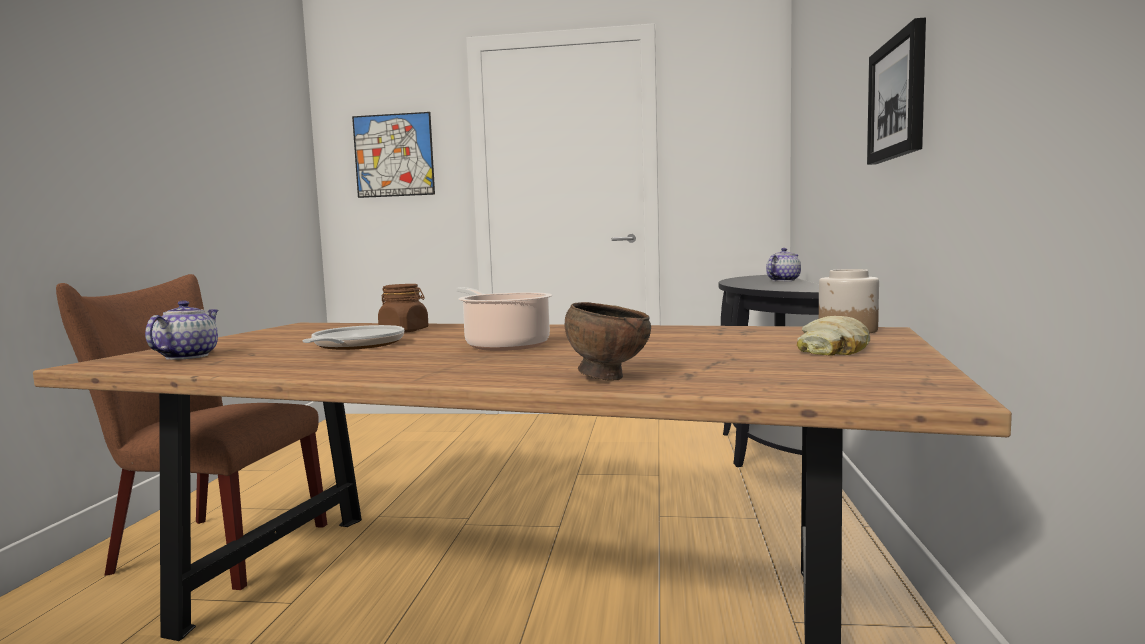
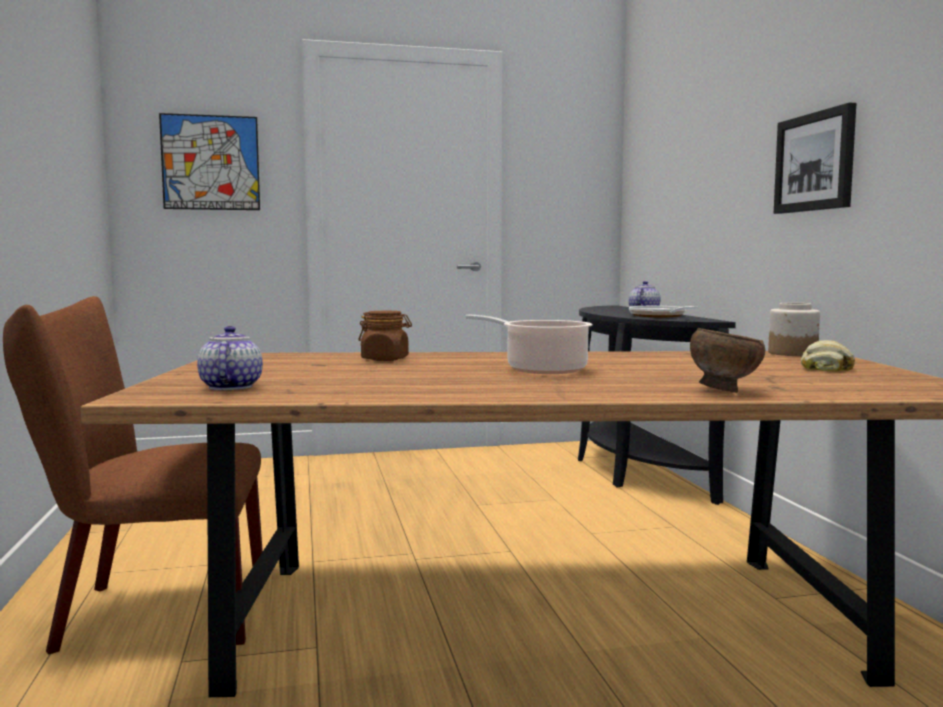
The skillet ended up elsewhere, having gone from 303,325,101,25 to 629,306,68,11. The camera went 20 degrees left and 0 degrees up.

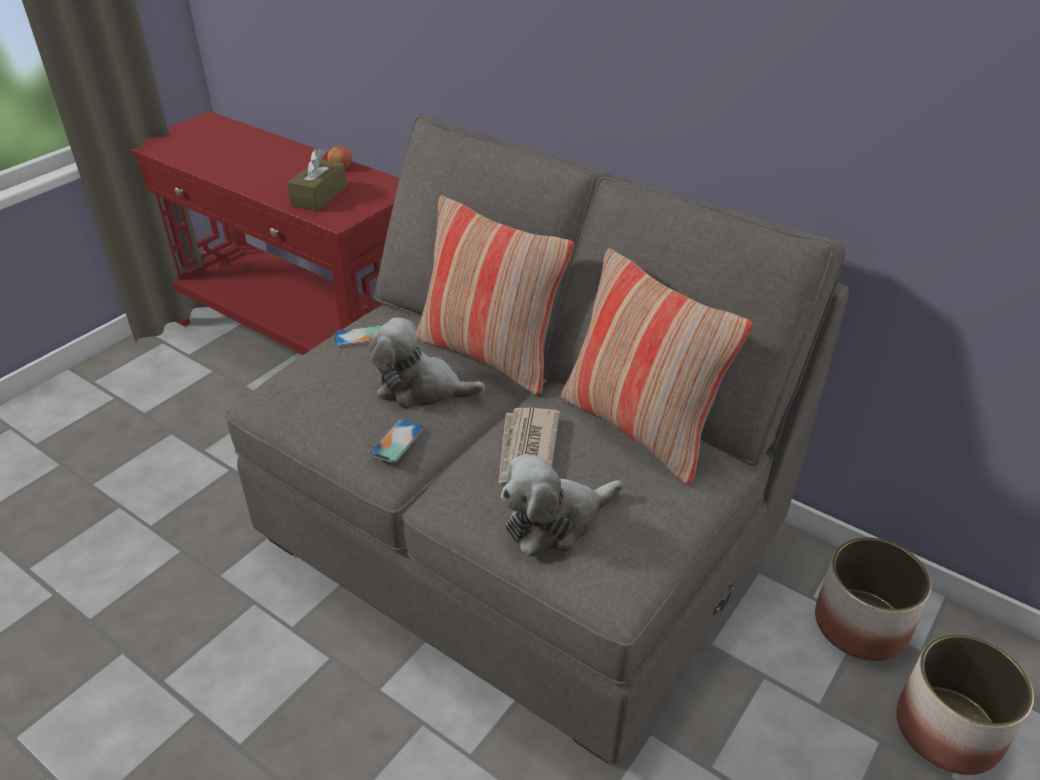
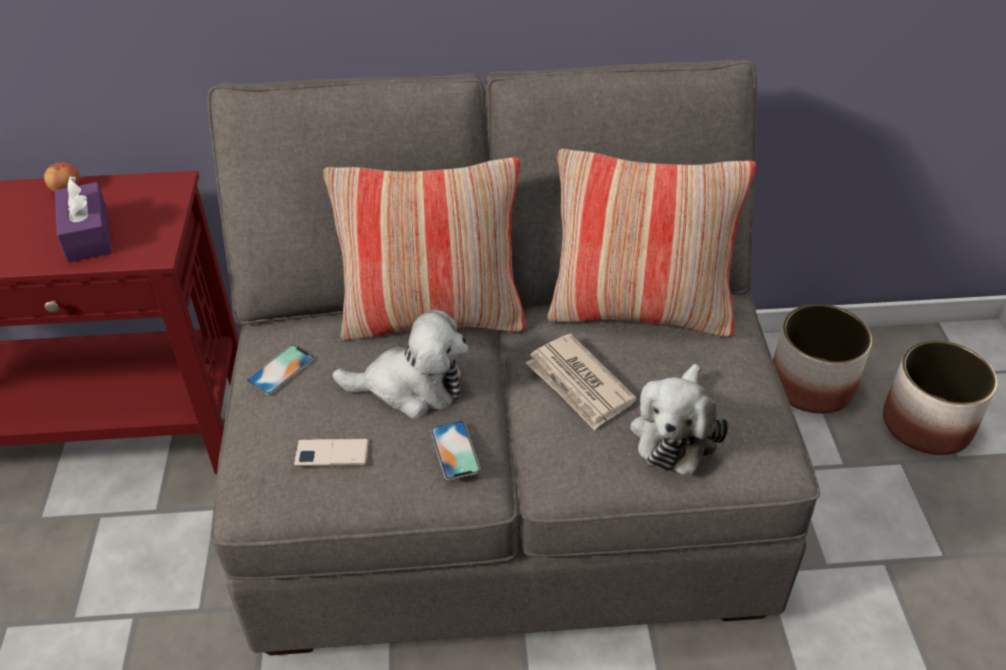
What was the tissue box/brown at 287,149,60,62 turned into the tissue box/purple at 55,176,57,86. The plush toy at 369,317,116,92 ended up facing another way, 150 degrees counterclockwise from before. The second view gained the phone at 294,439,75,28. The camera went 40 degrees left and 5 degrees up.

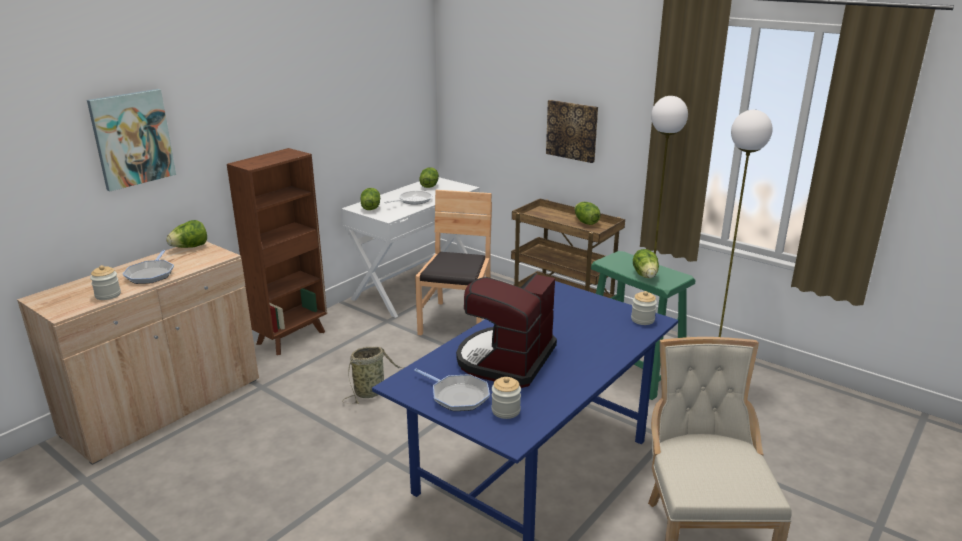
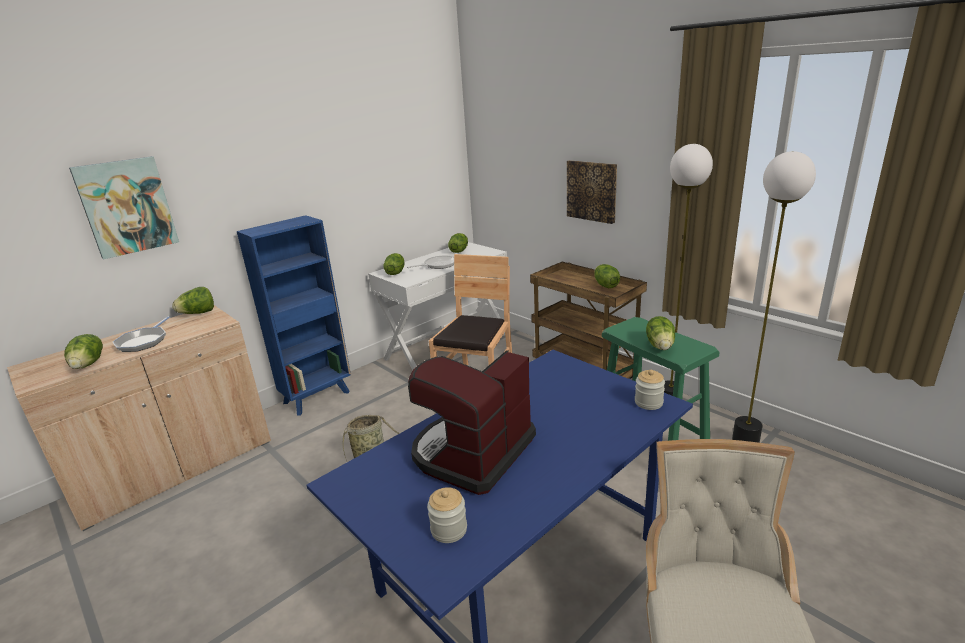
Where the storage jar stood at 90,265,31,35, the lettuce came to stand at 64,334,39,35. What was the bookcase/brown at 227,148,100,207 turned into the bookcase/blue-coloured at 237,215,114,201. The second view lost the skillet at 414,369,76,42. The camera went 10 degrees right and 0 degrees up.

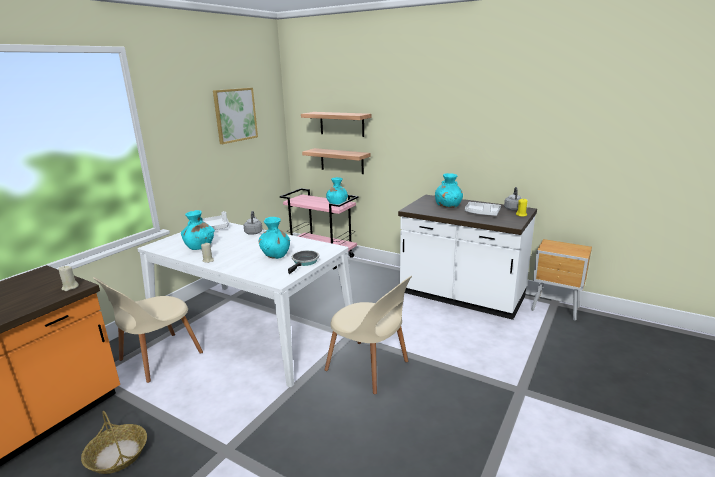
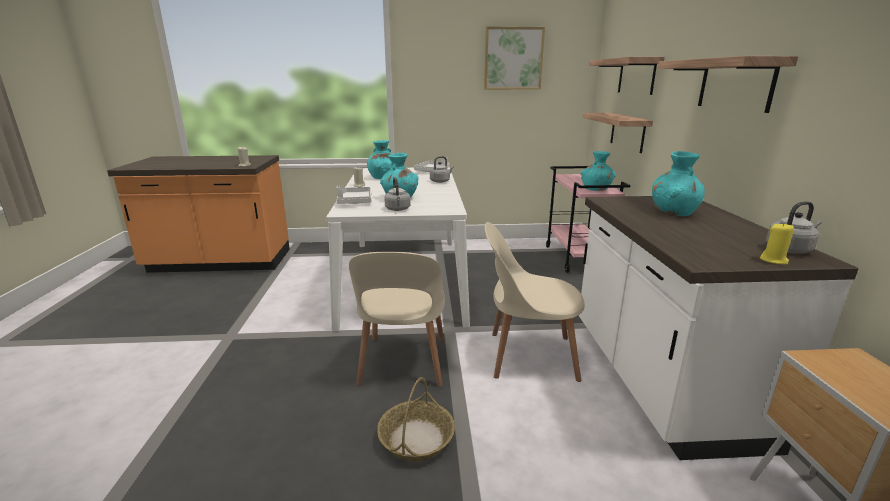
The basket ended up elsewhere, having gone from 81,411,66,63 to 377,377,78,85. The chair/sand-coloured ended up elsewhere, having gone from 93,277,110,106 to 485,222,100,160. Where the skillet stood at 288,250,31,24, the tea kettle/grey came to stand at 384,177,27,34. The serving tray/white ended up elsewhere, having gone from 465,202,36,14 to 336,186,35,18. The second view gained the wall shelf at 658,56,140,57. The camera went 55 degrees right and 0 degrees up.

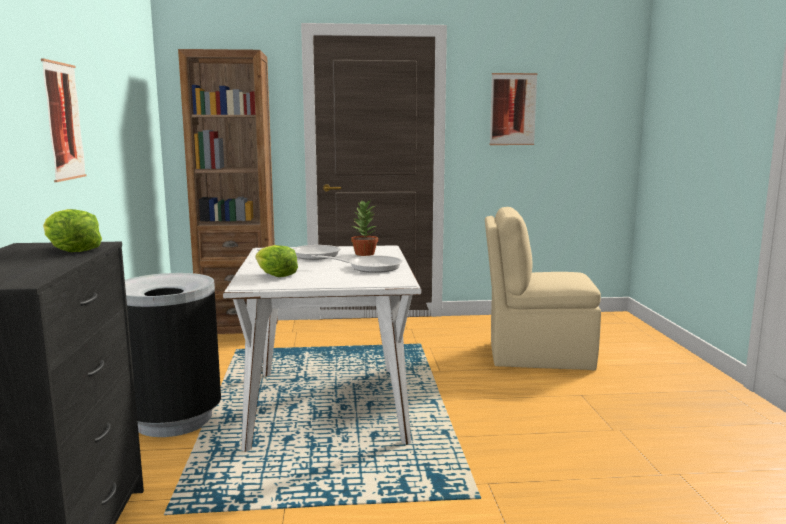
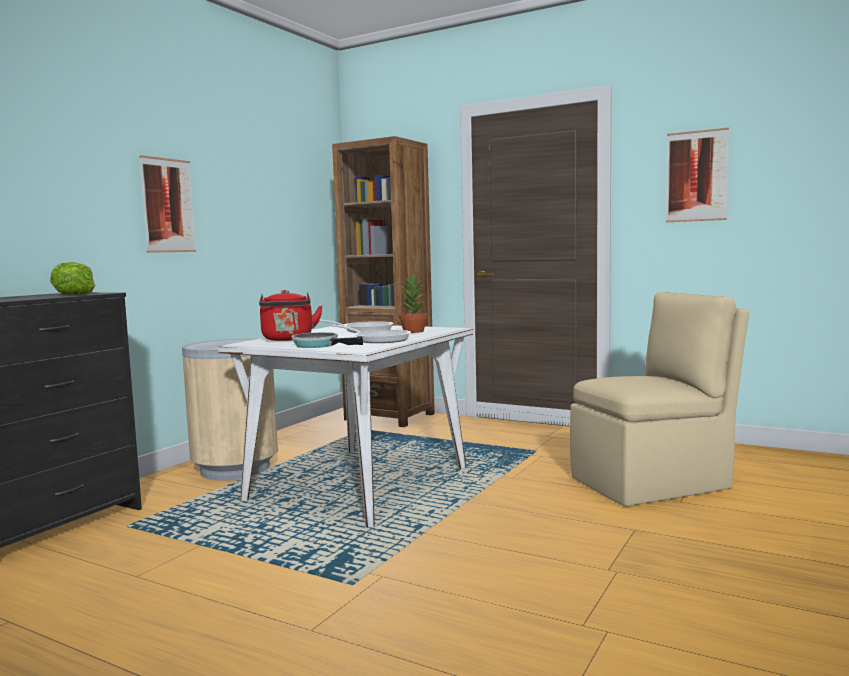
What was the waste bin/black-coloured at 125,273,96,164 turned into the waste bin/sand-coloured at 182,339,96,142. Where the lettuce stood at 255,245,43,32, the tea kettle/reddish came to stand at 259,290,64,51. The chair/sand-coloured at 485,207,116,163 ended up facing another way, 120 degrees clockwise from before. The second view gained the skillet at 292,332,71,16. The camera went 35 degrees right and 5 degrees down.

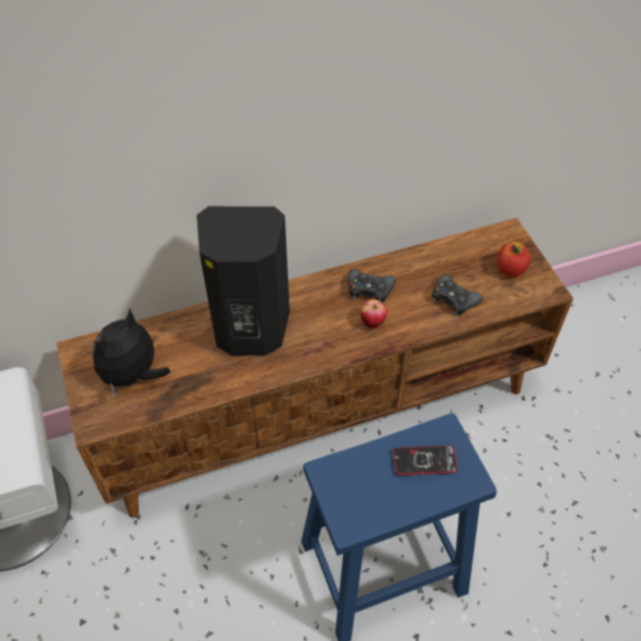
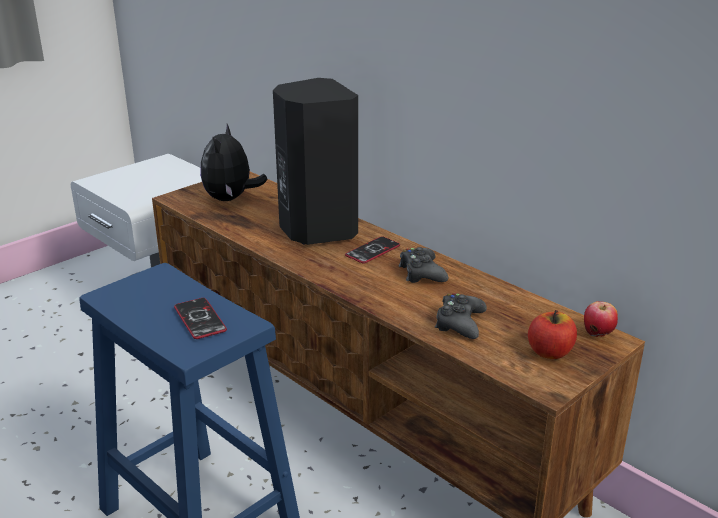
The plush toy at 92,308,78,89 ended up facing another way, 90 degrees counterclockwise from before. The apple ended up elsewhere, having gone from 360,299,27,29 to 584,301,34,36. The second view gained the phone at 345,236,55,28. The camera went 65 degrees right and 25 degrees down.

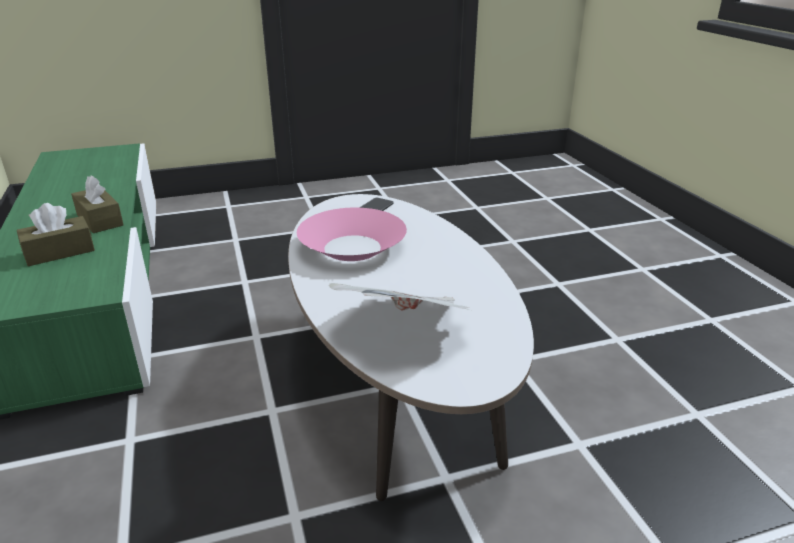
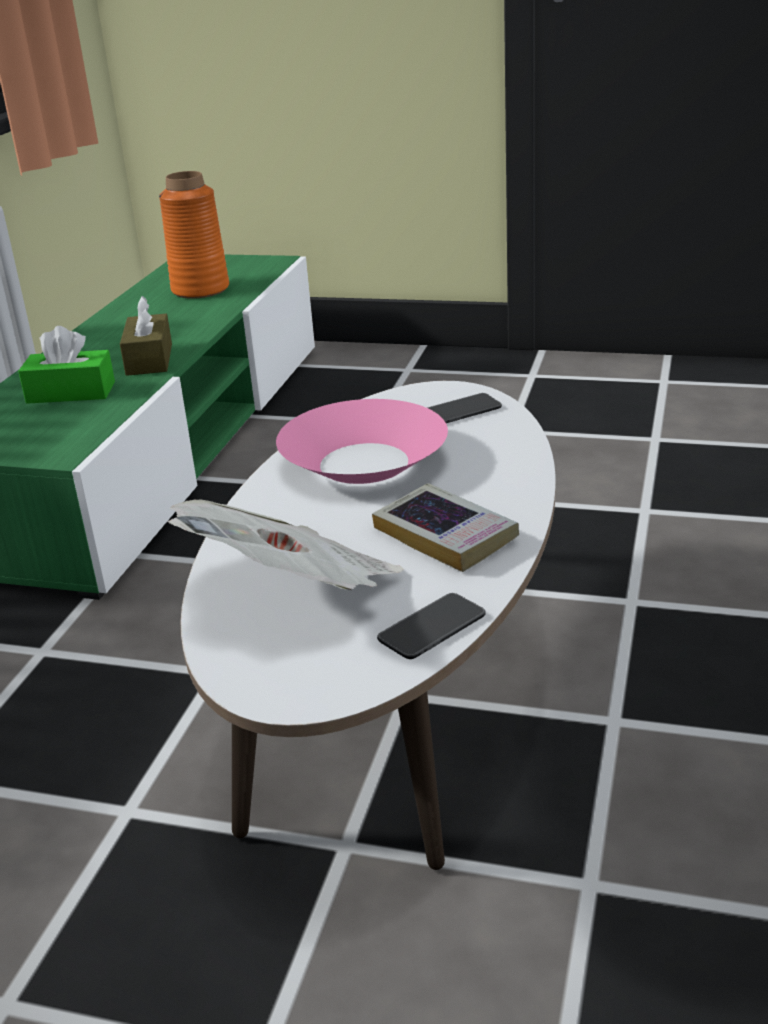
What was the tissue box/brown at 17,203,78,63 turned into the tissue box/greenish at 18,326,97,78. The second view gained the flower vase/orange at 159,171,70,128. The second view gained the volume at 372,483,147,89. The second view gained the phone at 377,593,109,66. The camera went 35 degrees right and 0 degrees up.

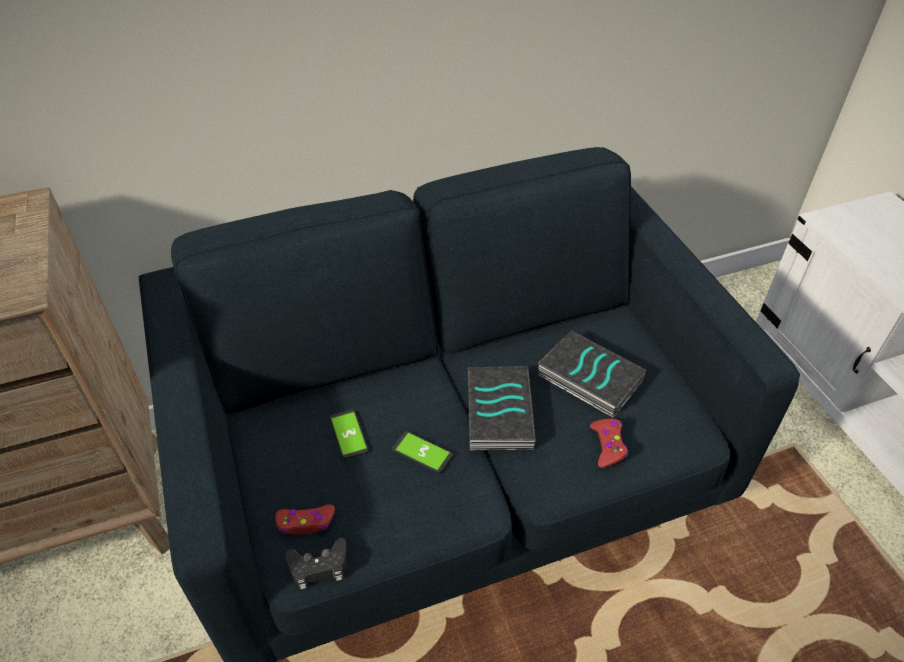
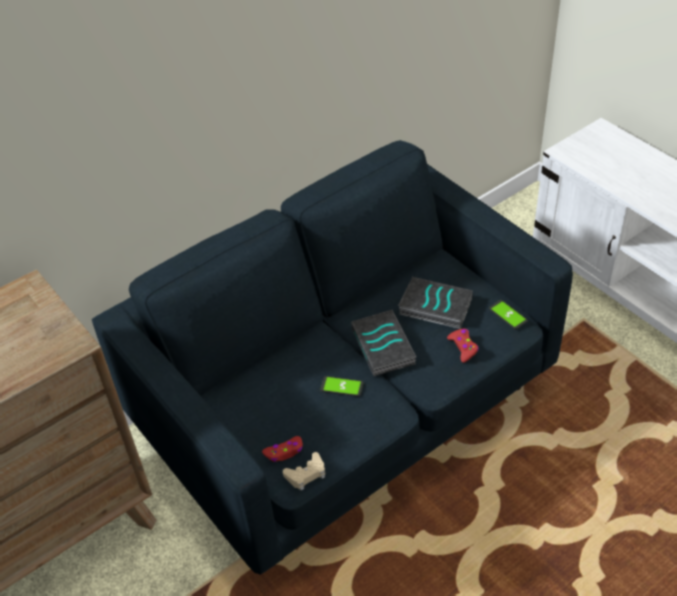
What was the gamepad/black-coloured at 285,538,62,51 turned into the gamepad/sand-coloured at 283,452,42,38. The phone ended up elsewhere, having gone from 329,409,40,50 to 489,300,39,30. The camera went 15 degrees left and 0 degrees up.

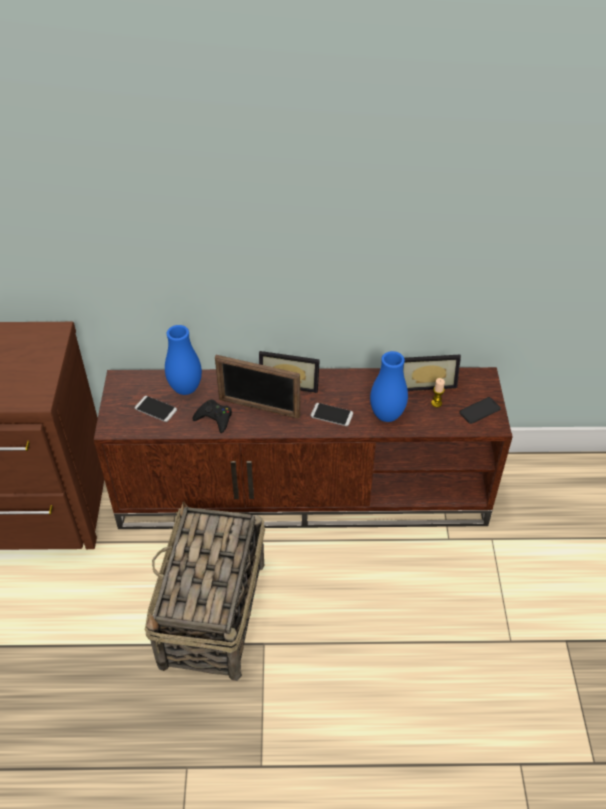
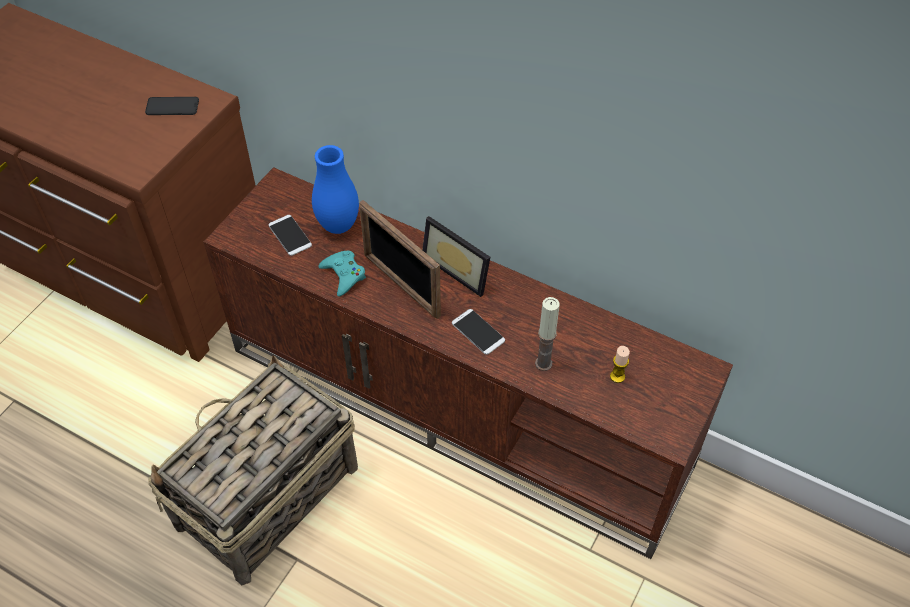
What was the gamepad/black-coloured at 193,400,39,33 turned into the gamepad/blue-green at 318,251,48,46. Where the flower vase/blue-coloured stood at 370,351,38,71, the candle came to stand at 535,297,25,74. The second view lost the standing frame at 403,355,58,36. The phone ended up elsewhere, having gone from 459,397,42,27 to 145,97,54,18. The camera went 30 degrees right and 5 degrees up.

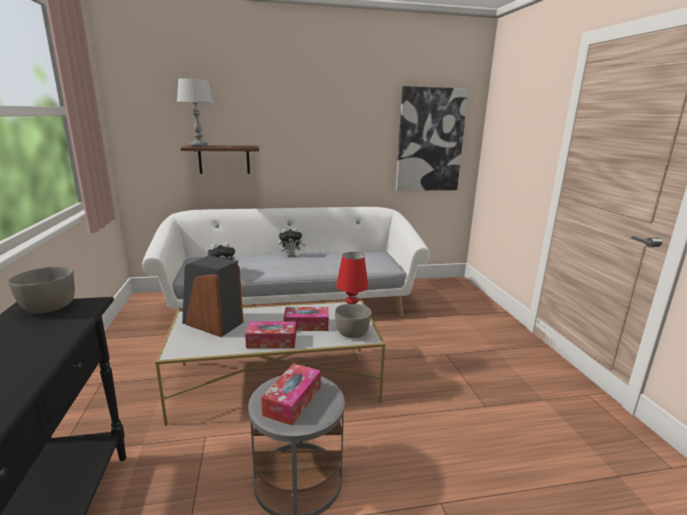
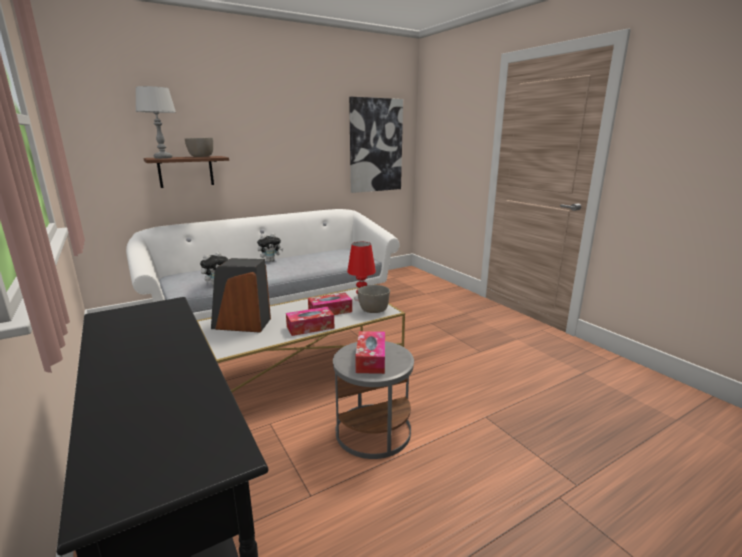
The bowl/grey ended up elsewhere, having gone from 8,266,67,48 to 185,138,28,19. The camera went 20 degrees left and 0 degrees up.

